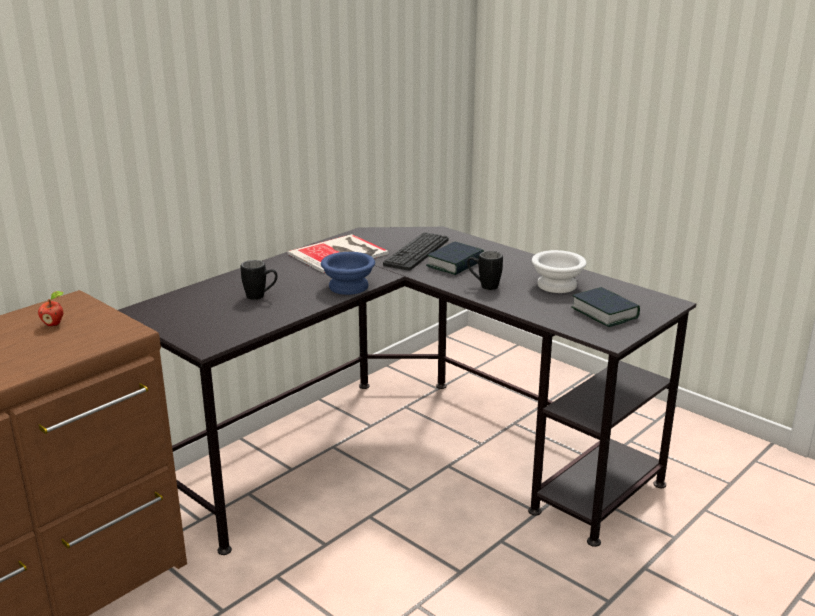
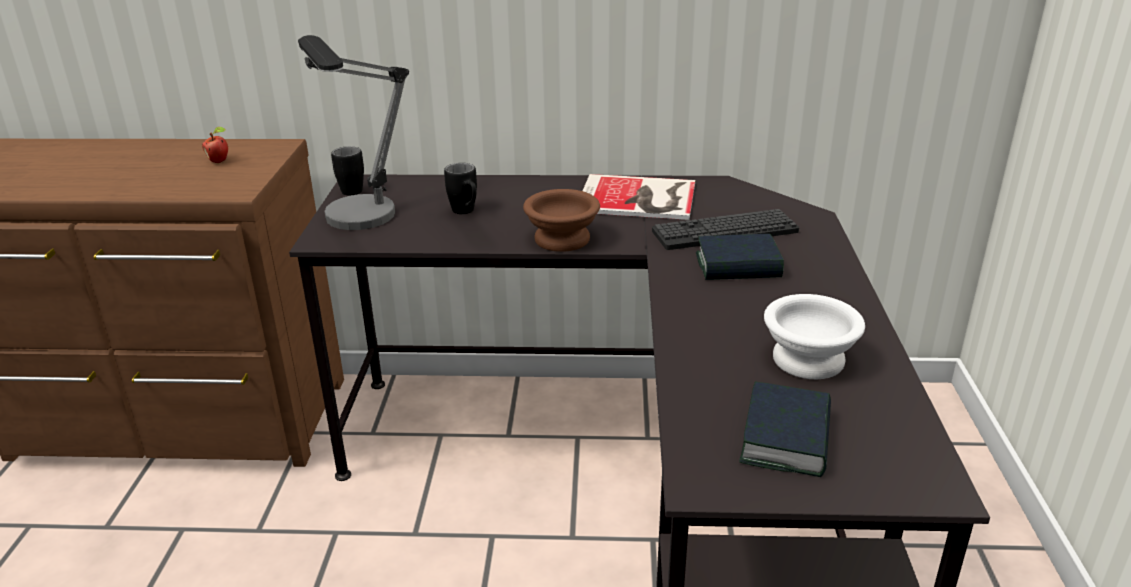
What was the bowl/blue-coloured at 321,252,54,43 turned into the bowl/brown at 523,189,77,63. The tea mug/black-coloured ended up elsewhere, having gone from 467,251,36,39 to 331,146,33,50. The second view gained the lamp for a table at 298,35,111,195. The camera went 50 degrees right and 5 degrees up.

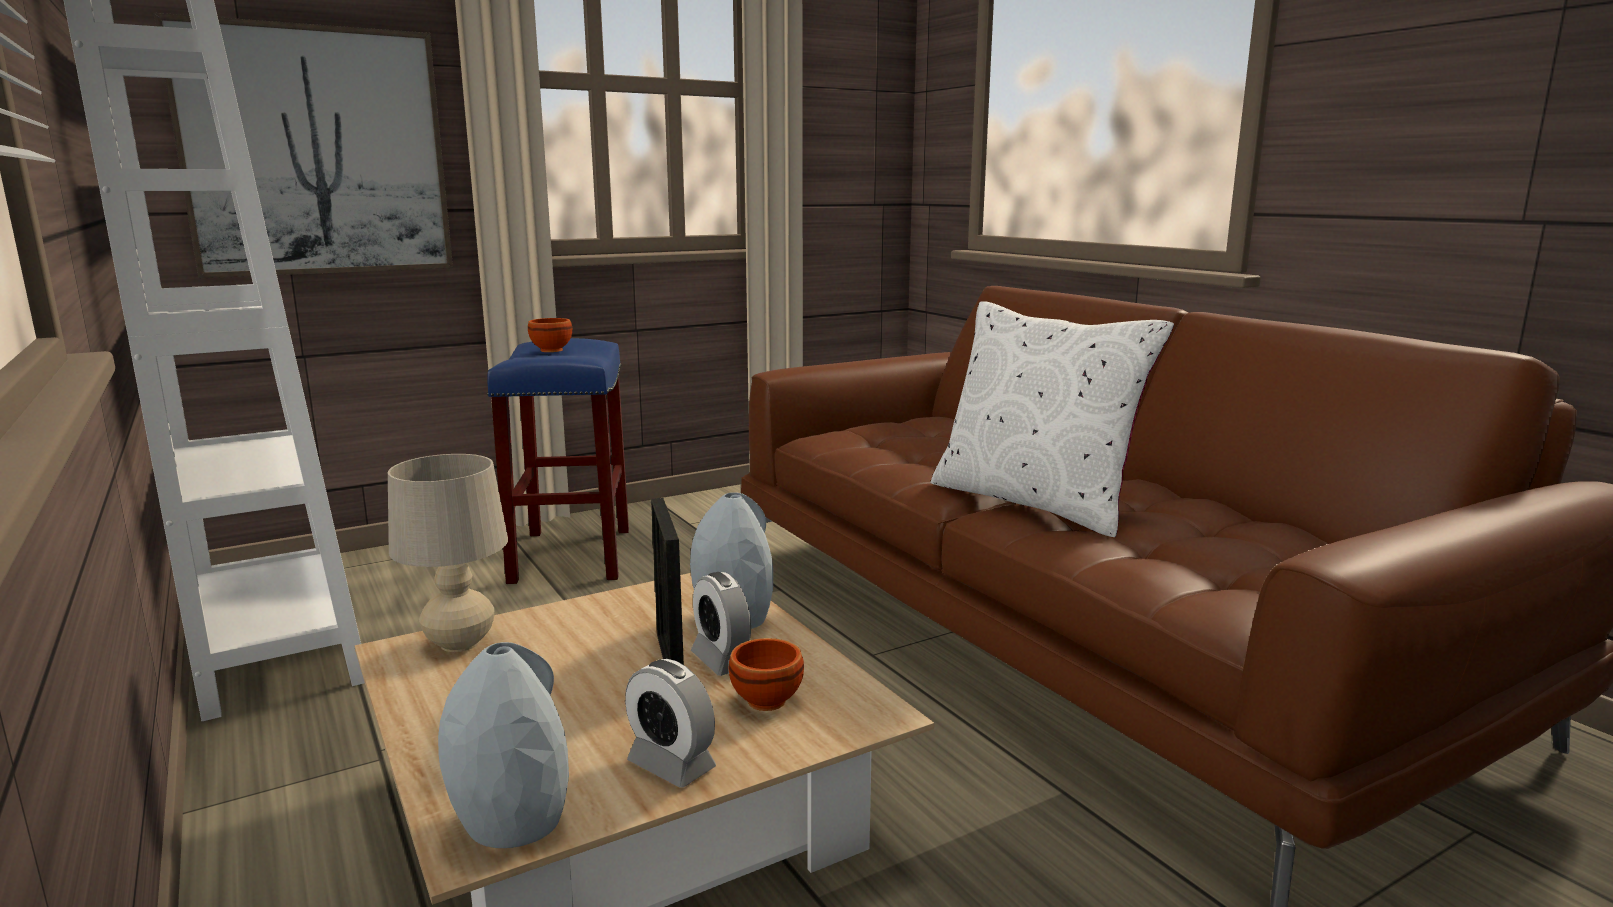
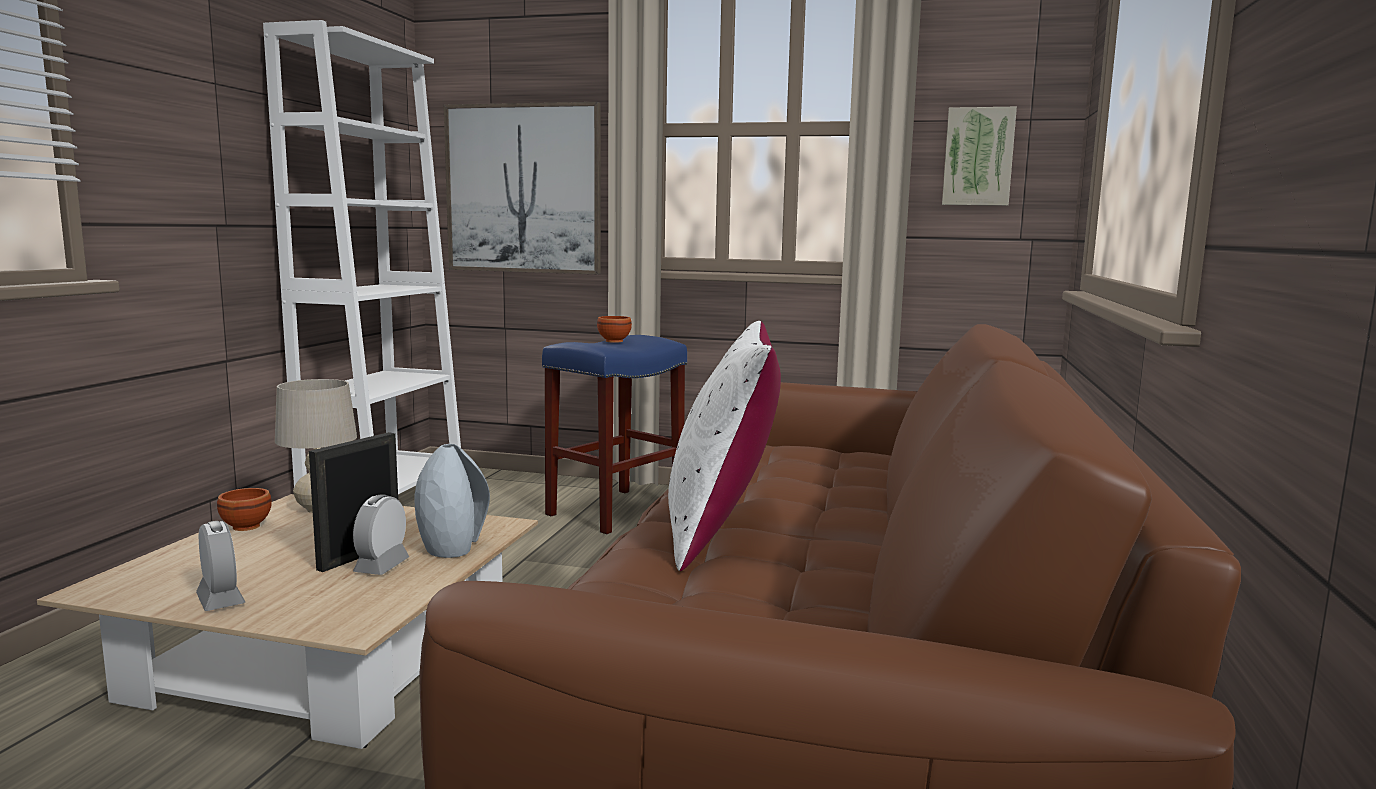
The second view lost the flower vase/grey at 438,642,131,206. The alarm clock at 625,659,91,129 ended up facing another way, 150 degrees clockwise from before. The bowl/brown ended up elsewhere, having gone from 728,638,76,73 to 217,488,55,43. The second view gained the wall picture at 942,107,75,99. The camera went 45 degrees right and 5 degrees down.

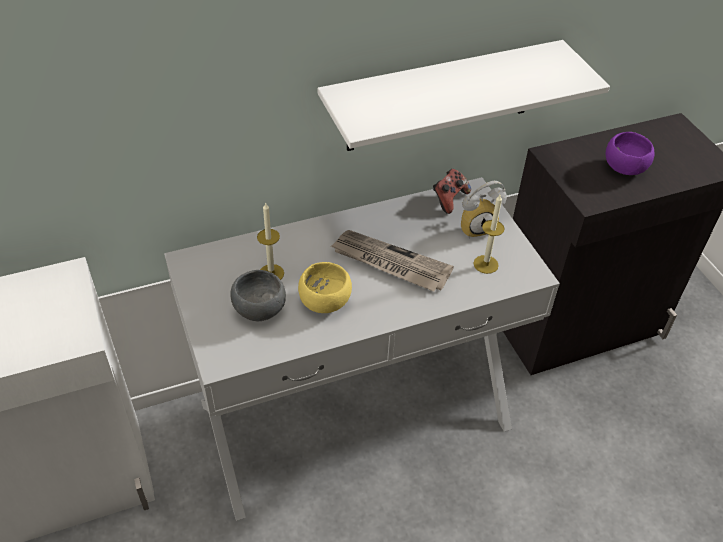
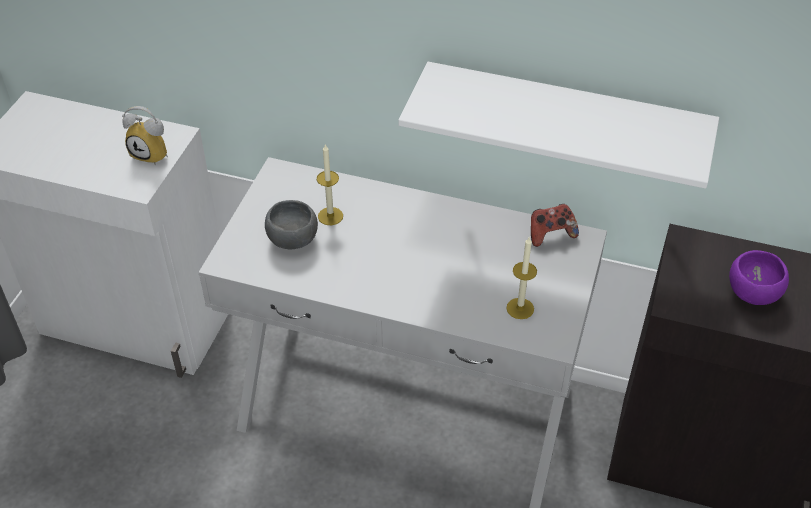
The second view lost the bowl/yellow-coloured at 298,262,54,51. The second view lost the daily paper at 331,230,123,62. The alarm clock ended up elsewhere, having gone from 461,181,46,58 to 122,106,46,59. The camera went 40 degrees right and 0 degrees up.

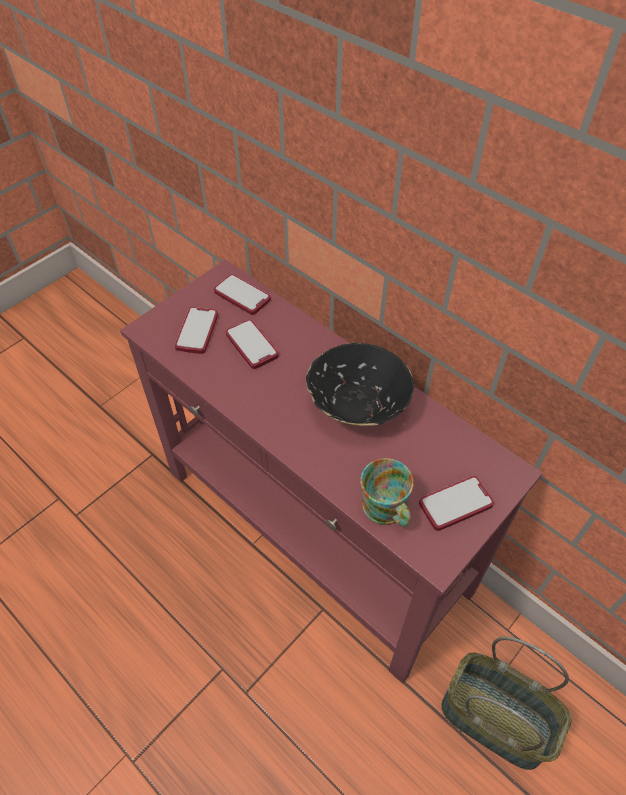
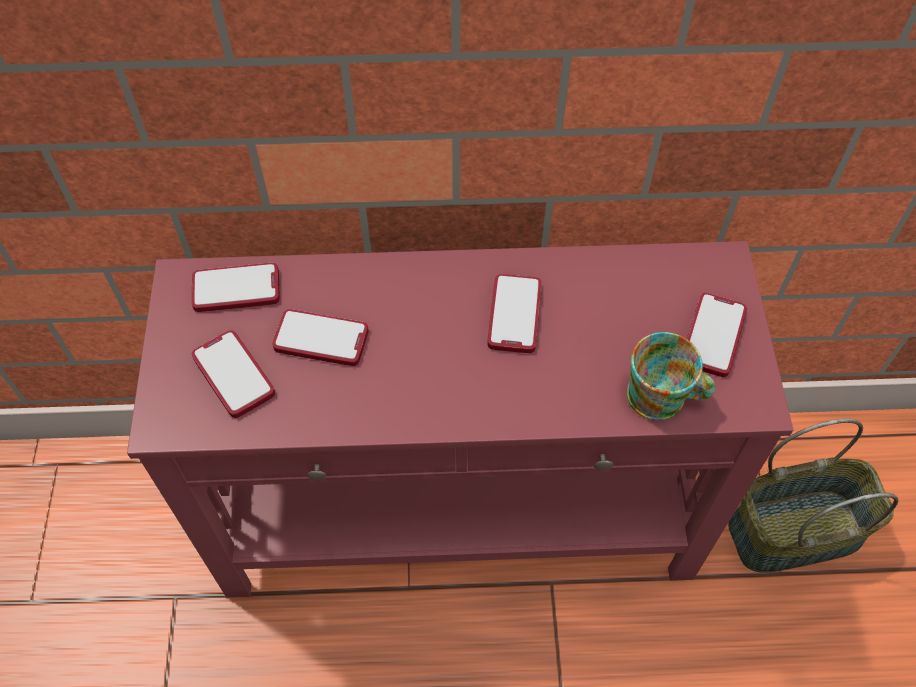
Where the bowl/black-coloured stood at 306,343,109,84, the phone came to stand at 487,274,55,79. The camera went 45 degrees left and 5 degrees up.

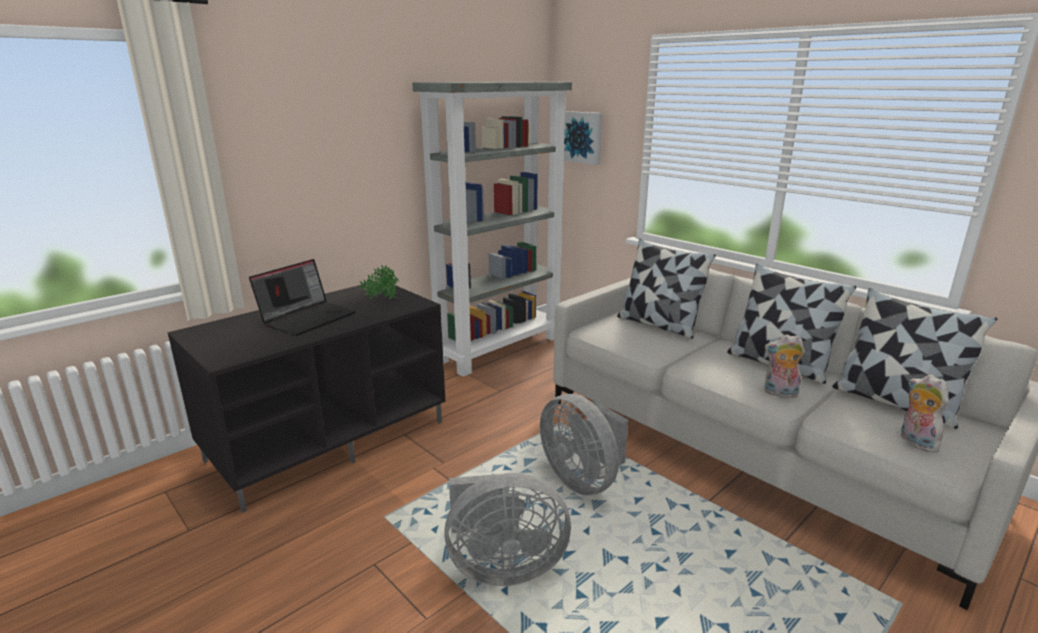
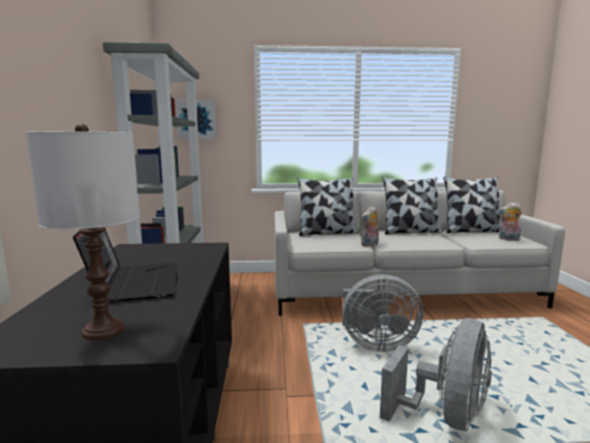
The second view lost the houseplant at 360,265,39,34. The plush toy ended up elsewhere, having gone from 764,335,41,63 to 361,206,18,40. The second view gained the lamp for a table/white at 26,124,113,216. The camera went 50 degrees left and 10 degrees down.

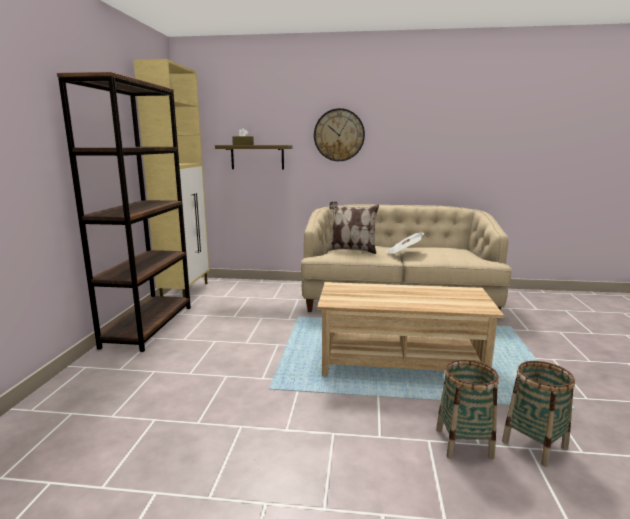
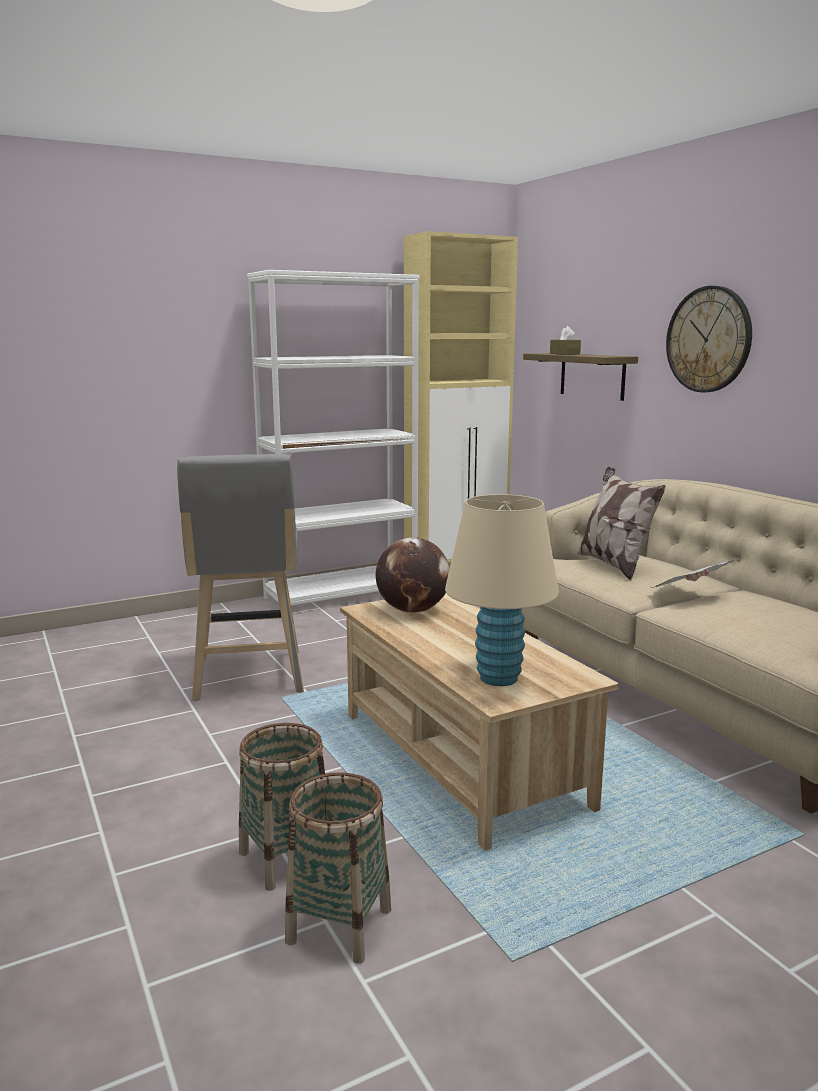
What was the bookcase/brown at 57,72,134,280 turned into the bookcase/white at 247,270,172,336. The second view gained the stool/grey at 177,454,127,247. The second view gained the desk globe at 376,537,74,76. The second view gained the lamp for a table/sand-coloured at 445,494,114,192. The camera went 55 degrees right and 0 degrees up.

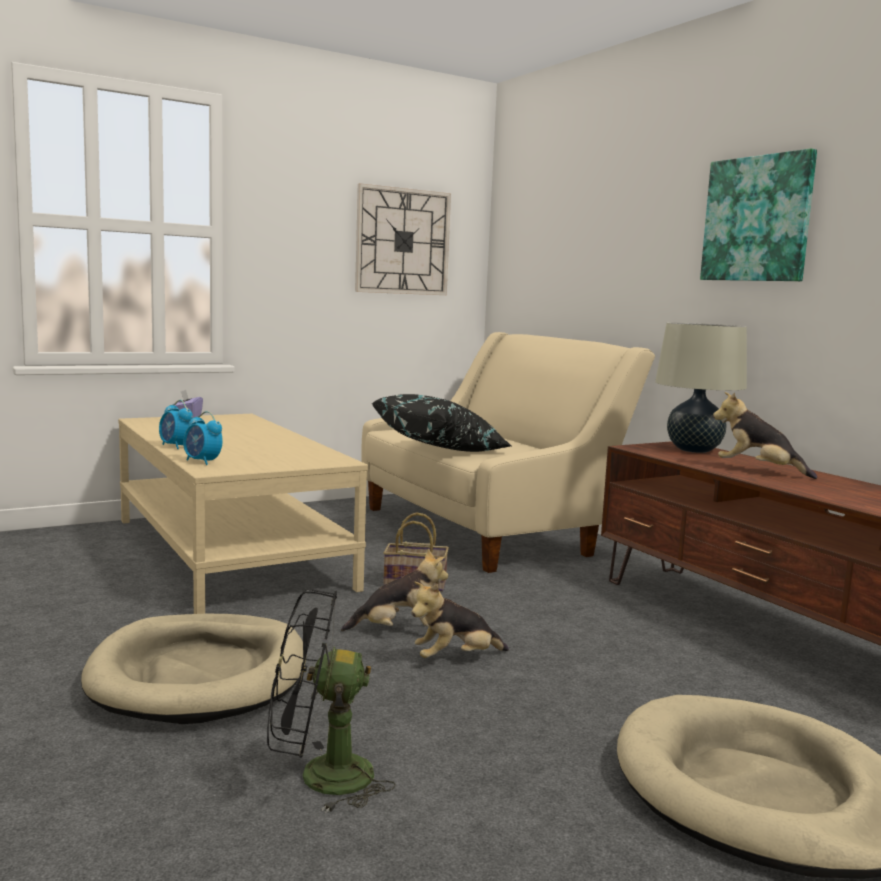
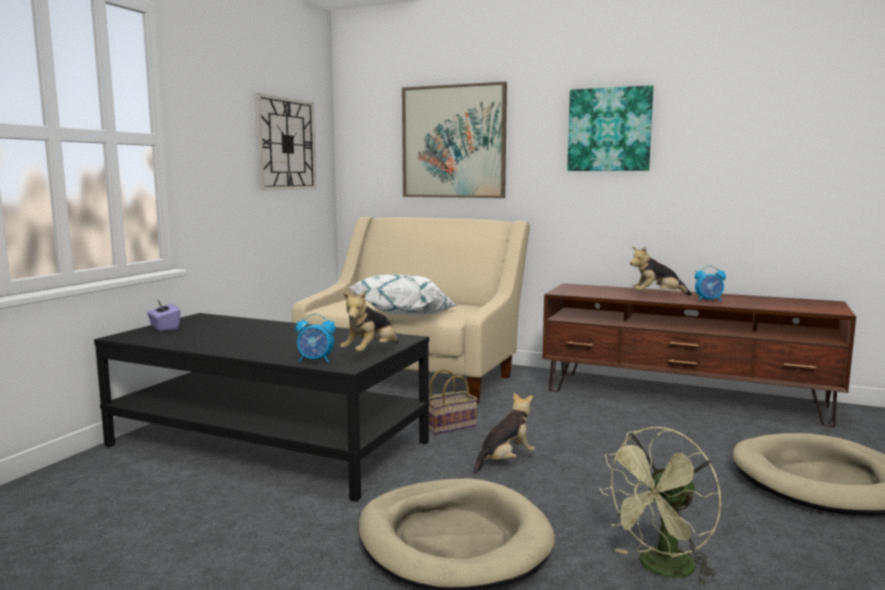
What was the lounge table/sand-coloured at 118,414,250,200 turned into the lounge table/black-coloured at 94,313,335,189. The alarm clock ended up elsewhere, having gone from 159,400,34,49 to 695,266,31,36. What was the fan/black-coloured at 267,589,128,224 turned into the fan/greenish at 599,427,122,160. What was the cushion/black-coloured at 372,394,139,58 turned into the cushion/white at 350,275,107,40. The plush toy ended up elsewhere, having gone from 411,581,98,77 to 340,291,58,61. The second view lost the lamp for a table/sand-coloured at 655,322,92,131. The second view gained the wall picture at 402,82,105,116. The camera went 35 degrees left and 0 degrees up.

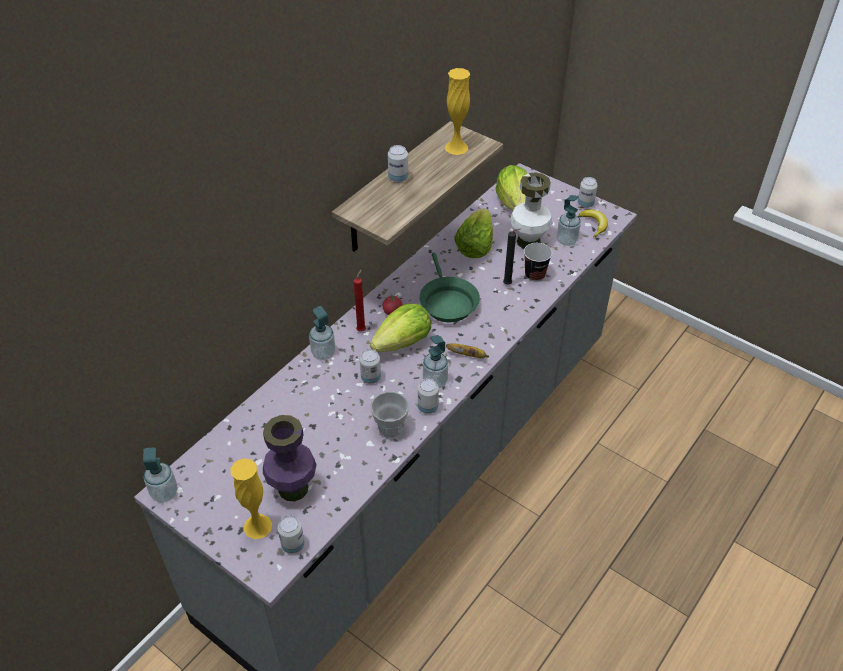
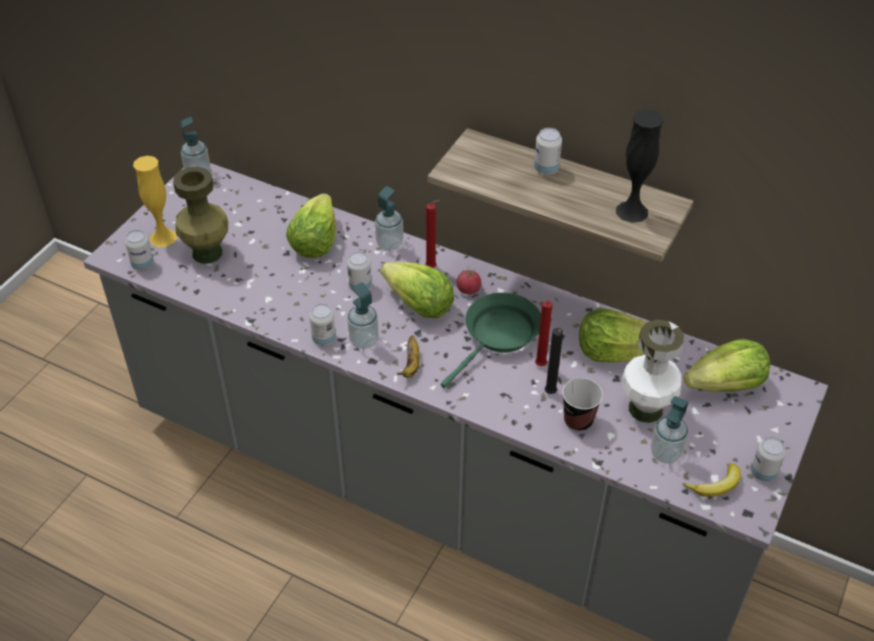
What was the flower vase/purple at 263,415,54,86 turned into the flower vase/greenish at 173,167,55,97. The second view lost the drinking cup at 371,392,38,45. The skillet/greenish at 419,253,61,69 ended up facing another way, 150 degrees clockwise from before. What was the flower vase/yellow-coloured at 445,68,25,87 turned into the flower vase/black-coloured at 616,110,48,113. The second view gained the lettuce at 286,194,50,64. The second view gained the candle/reddish at 535,300,18,66. The camera went 80 degrees right and 0 degrees up.

